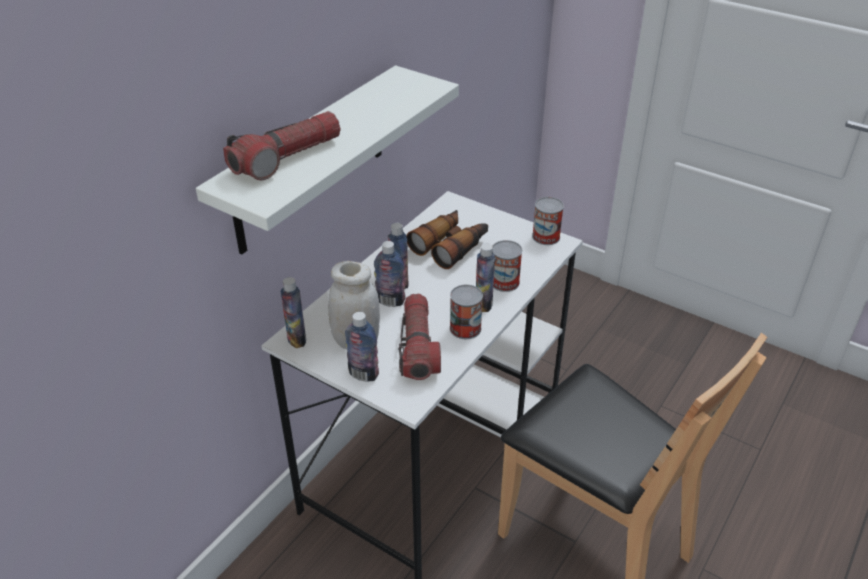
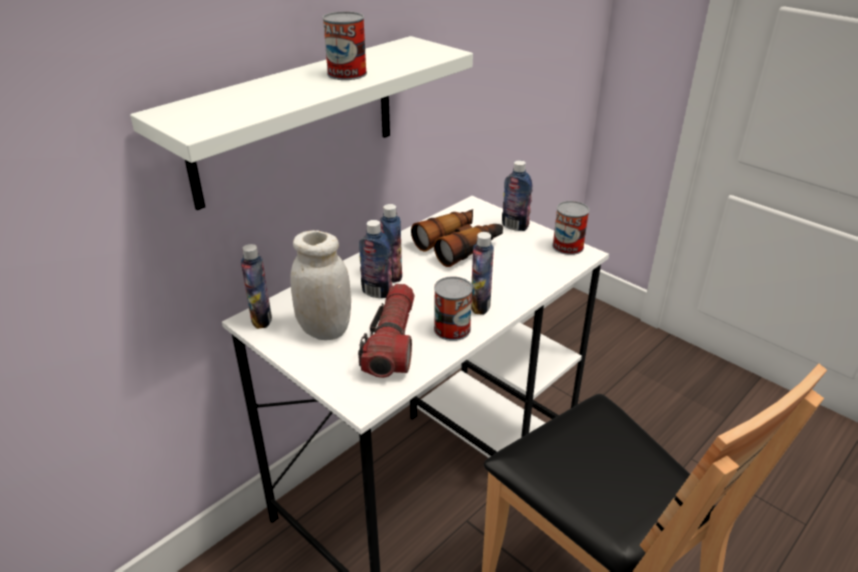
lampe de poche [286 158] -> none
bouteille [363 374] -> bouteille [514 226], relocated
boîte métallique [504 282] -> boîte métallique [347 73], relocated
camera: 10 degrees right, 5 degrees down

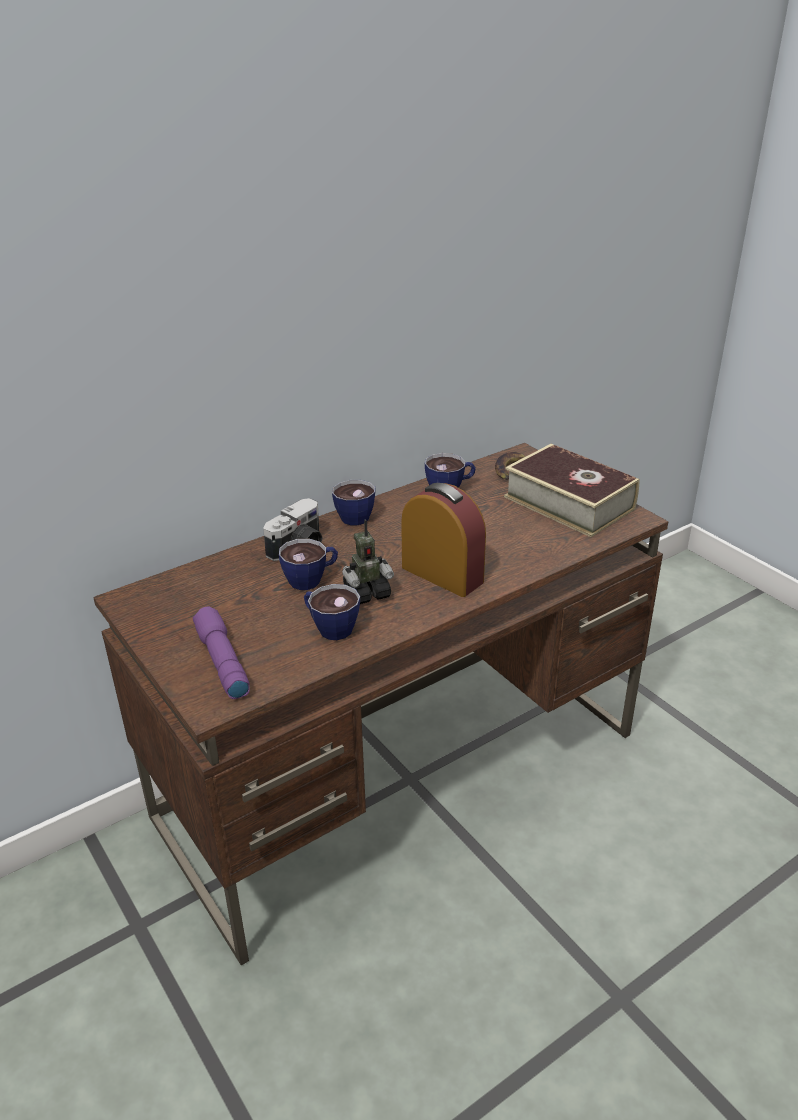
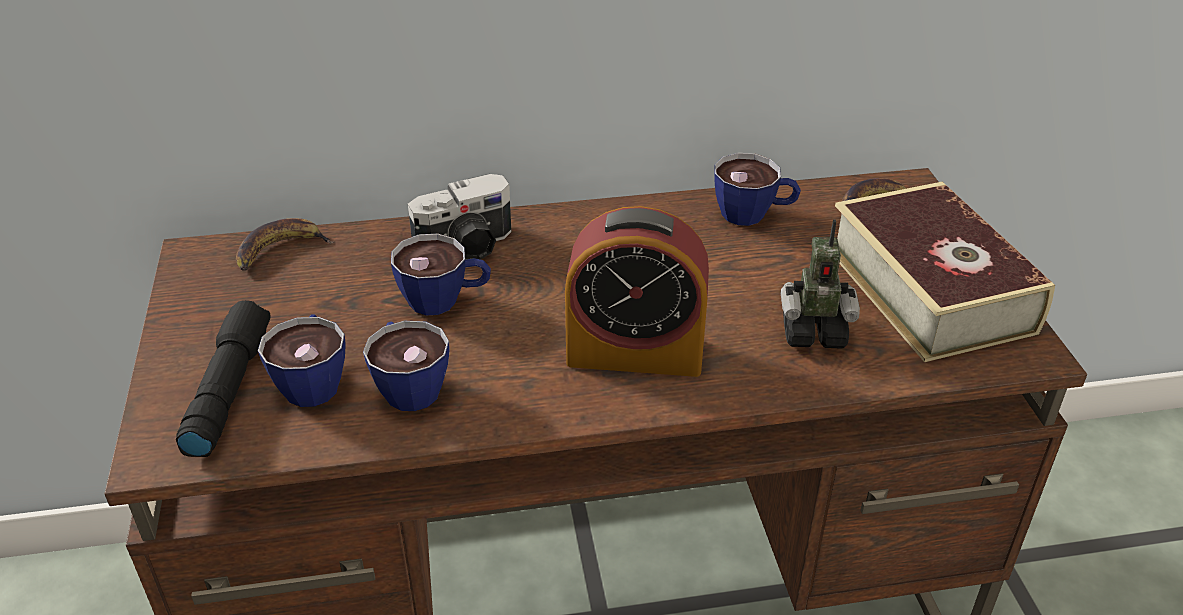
none -> banane [279 250]
tasse [352 515] -> tasse [313 380], relocated
robot jouet [367 593] -> robot jouet [813 332], relocated
lampe de poche [violet] [221 661] -> lampe de poche [noir] [227 389]
réveil [442 574] -> réveil [635 352], 120 degrees clockwise
camera: 25 degrees right, 5 degrees up

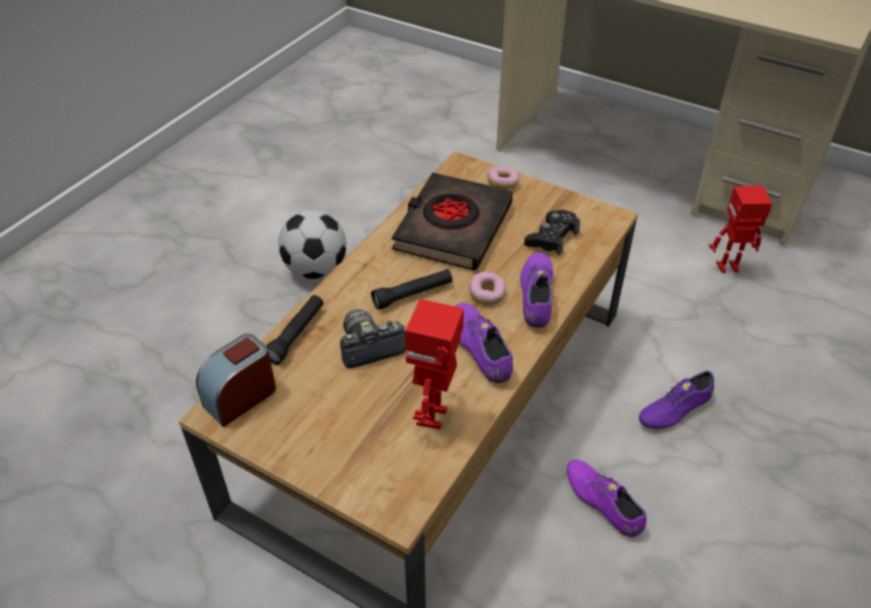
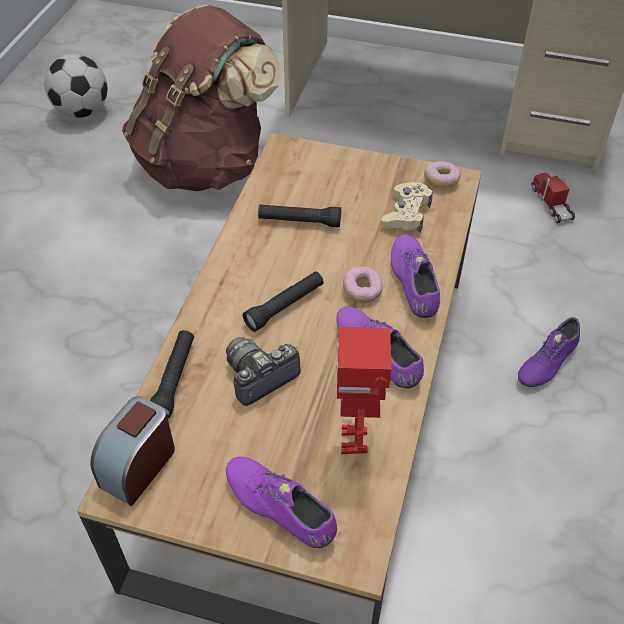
none -> sac à dos [marron] [206 164]
ballon de foot [316 270] -> ballon de foot [83 112], relocated
beignet [502 184] -> beignet [441 180], relocated
chaussure [violet] [602 503] -> chaussure [violet] [280 507], relocated
livre [noir] [452 227] -> lampe de poche [noir] [299 221]
robot jouet [728 268] -> camion jouet [551 204]
manette [noir] [552 238] -> manette [beige] [406 214]
camera: 15 degrees left, 5 degrees up

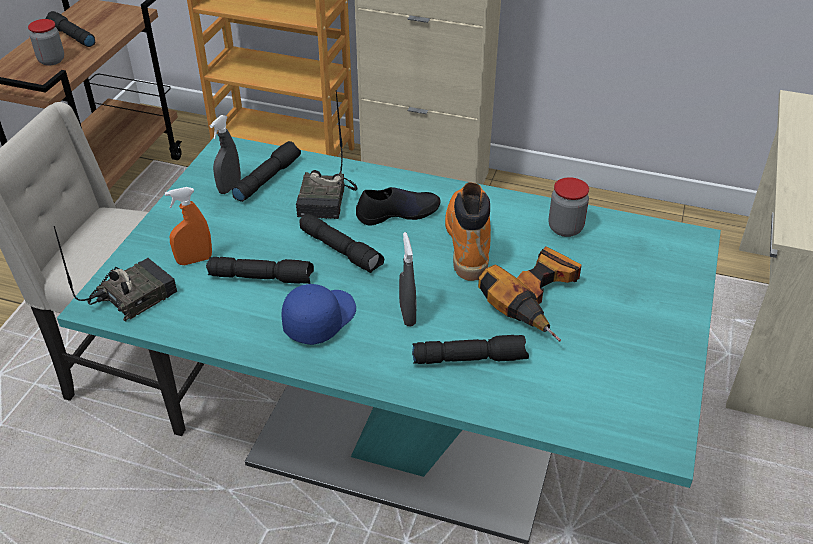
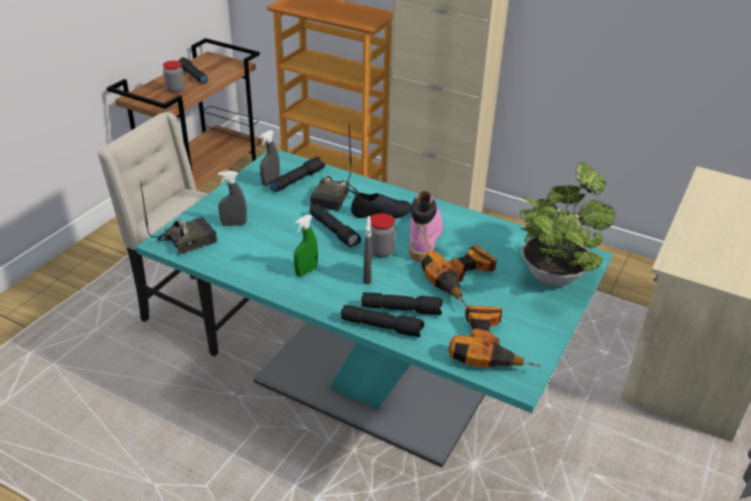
none -> perceuse [490 346]
none -> plante en pot [554 273]
lampe de poche [noir] [262 277] -> lampe de poche [noir] [382 326], relocated
bocal [565 228] -> bocal [381 251], relocated
casquette [bleu] [319 319] -> vaporisateur [vert] [306 271]
vaporisateur [orange] [194 260] -> vaporisateur [gris] [234 224]
botte [orange] [467 242] -> botte [rose] [424 237]
camera: 10 degrees right, 5 degrees down

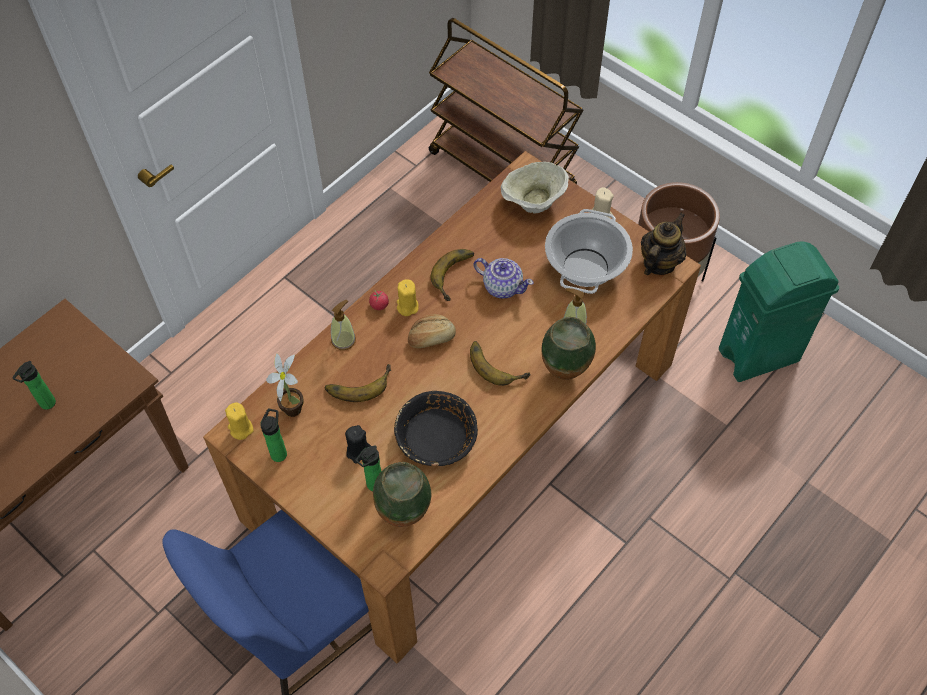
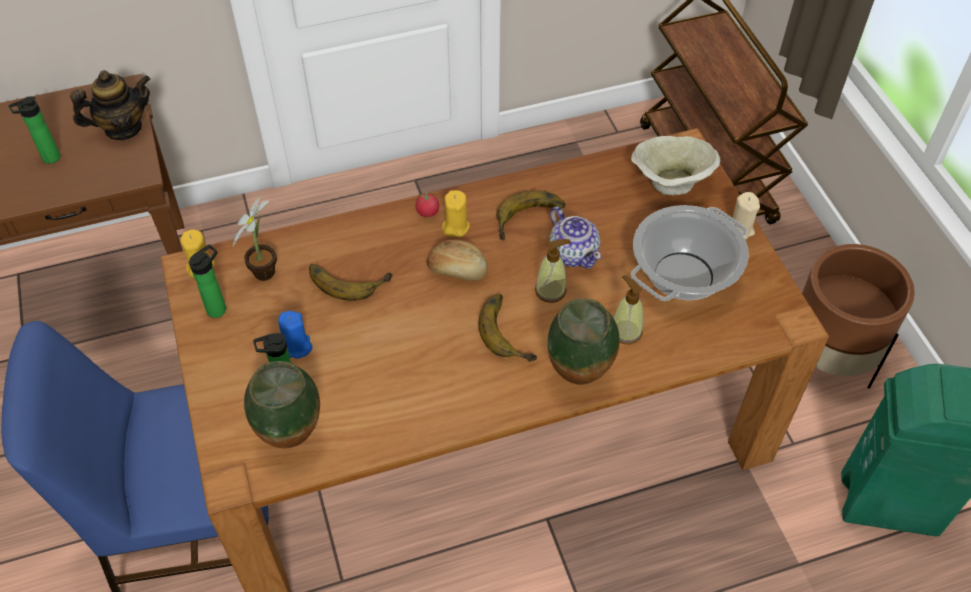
bol [noir] [435 437] -> none
distributeur de savon [343 340] -> distributeur de savon [550 290], relocated
théière [659 263] -> théière [123 128], relocated
bougie [noir] [358 451] -> bougie [bleu] [296 347]
camera: 30 degrees right, 5 degrees down

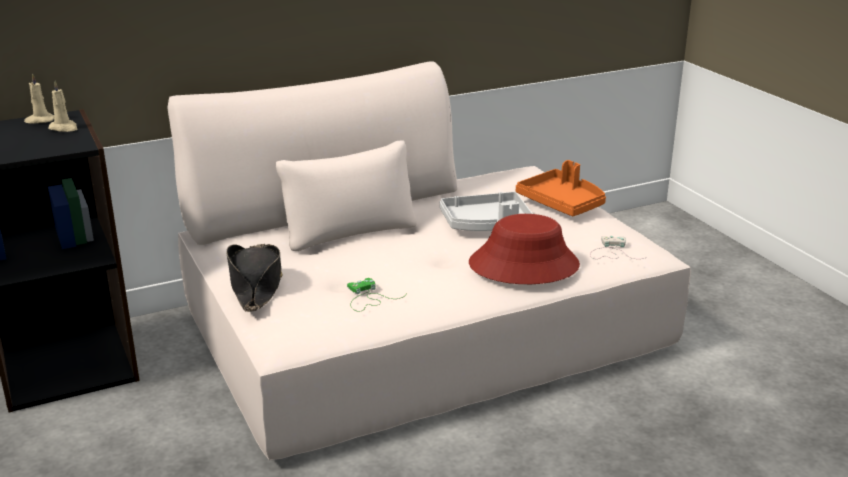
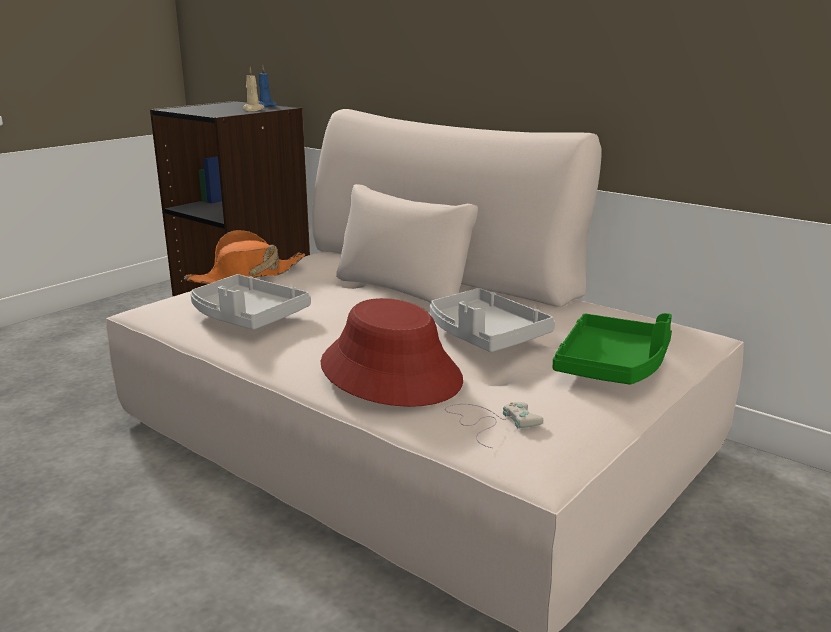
manette [vert] [368 298] -> plateau [gris] [247 317]
bougie [beige] [39 120] -> bougie [bleu] [265 106]
chapeau [noir] [256 285] -> chapeau [orange] [247 275]
plateau [orange] [562 203] -> plateau [vert] [612 366]
camera: 65 degrees right, 5 degrees down

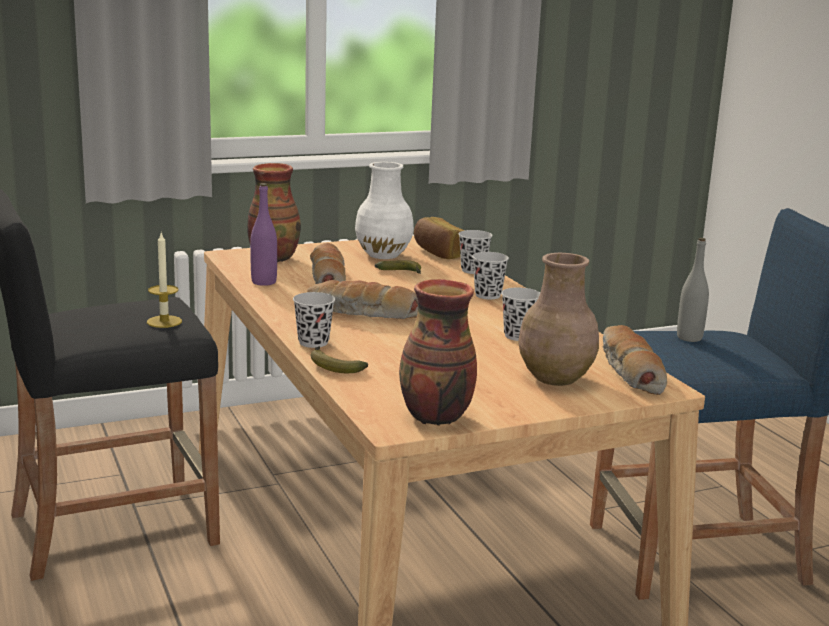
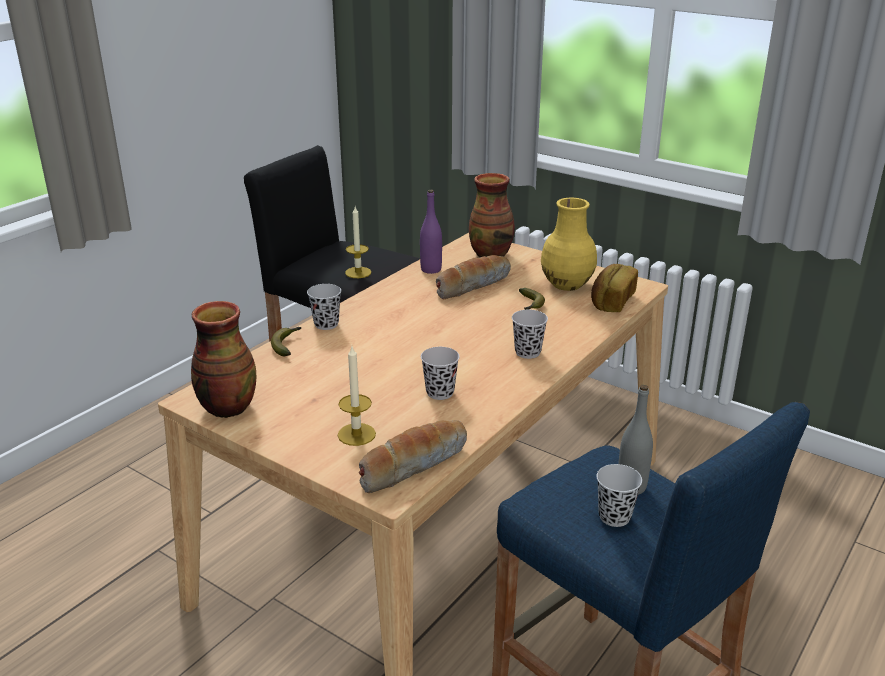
pain [363 314] -> none
tasse [noir] [473 270] -> tasse [noir] [614 517], relocated
vase [marron] [555 378] -> bougie [356 434]
vase [blanc] [384 255] -> vase [jaune] [567 285]
camera: 60 degrees right, 10 degrees up

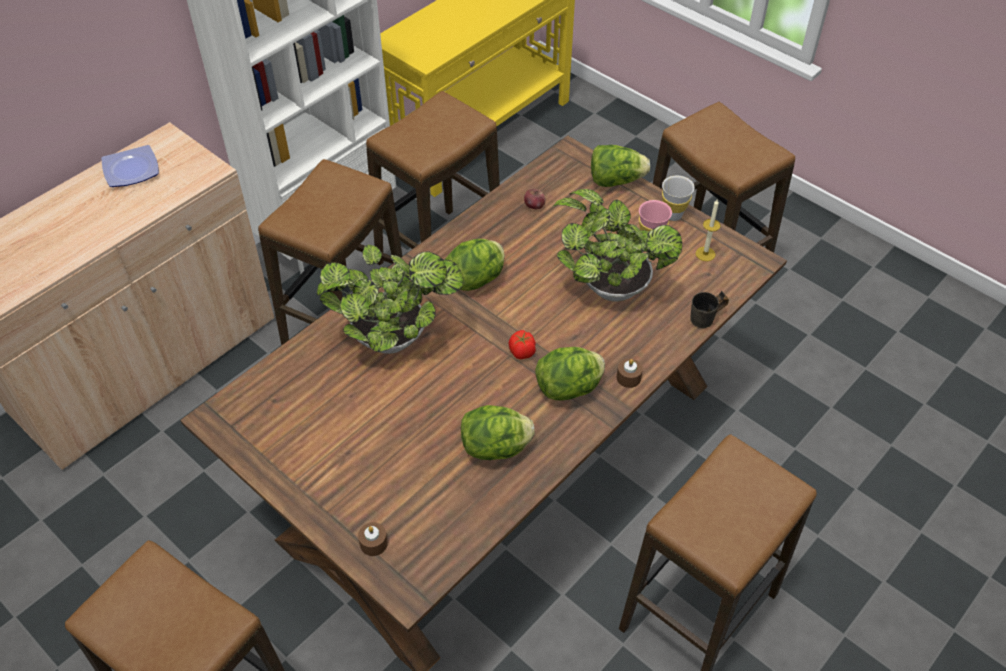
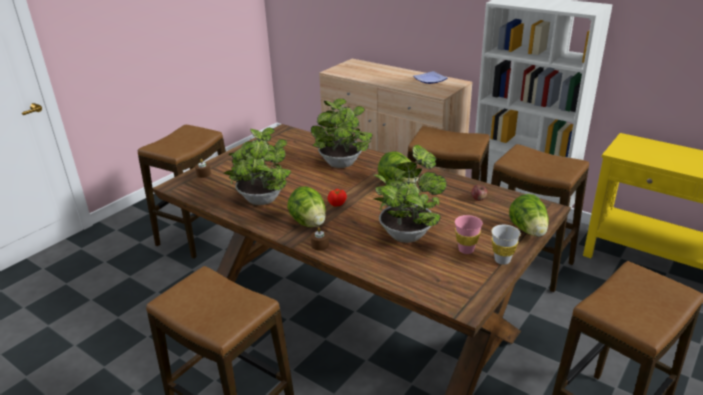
mug [gris] [707 321] -> none
bougie [705 254] -> none
laitue [496 448] -> plante en pot [261 201]
camera: 85 degrees right, 20 degrees down

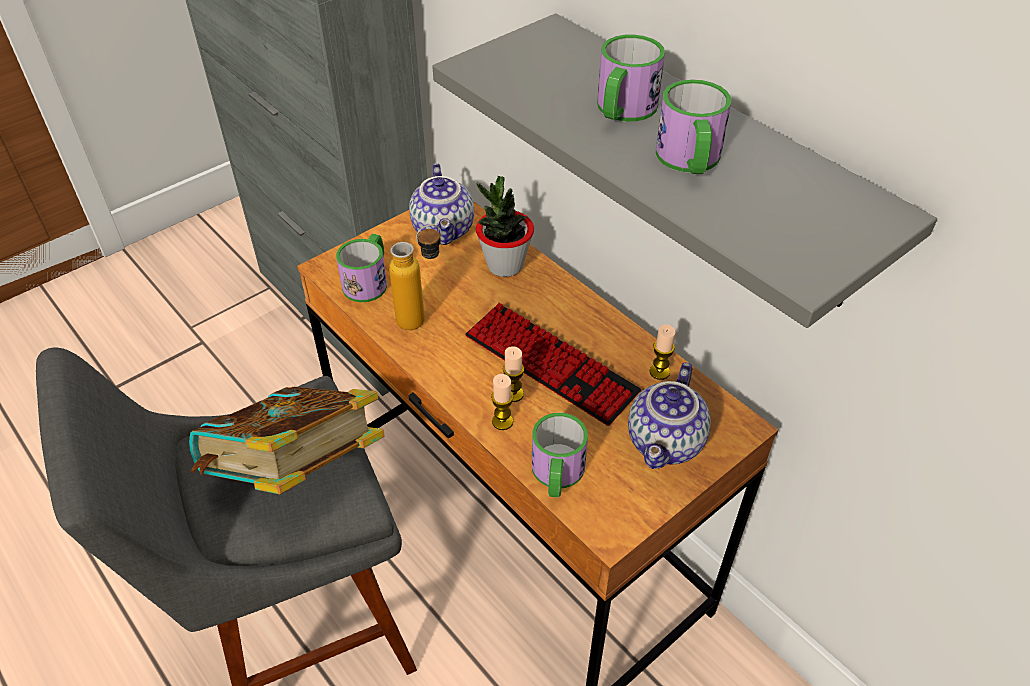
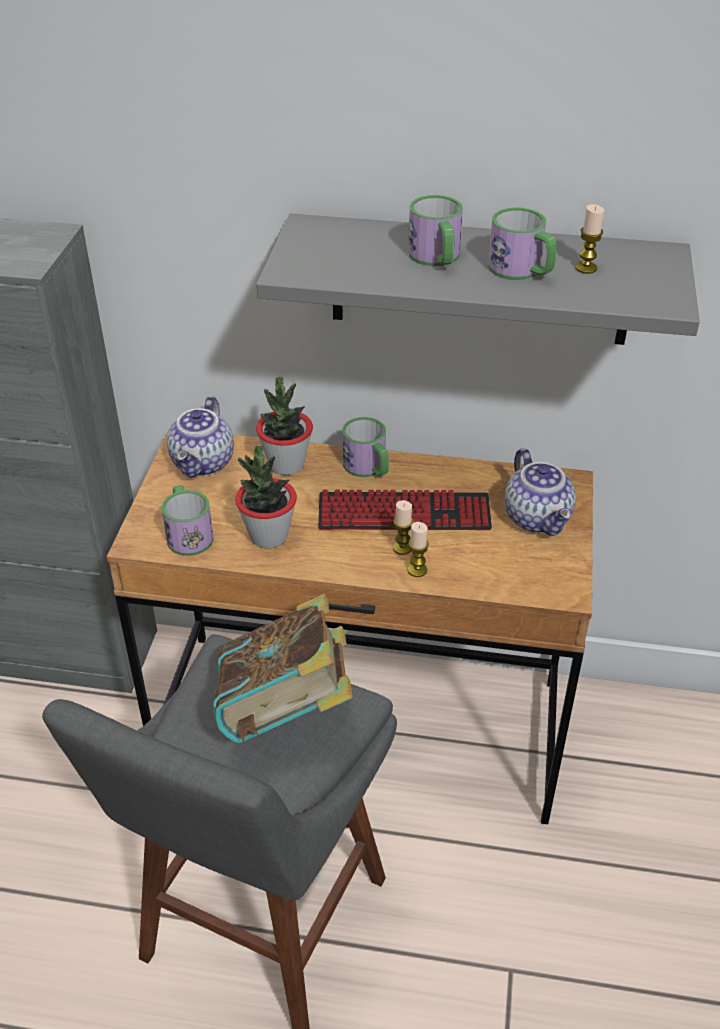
mug [557 475] -> mug [368 468], relocated
bougie [659 372] -> bougie [586 268], relocated
bouteille [422 318] -> plante en pot [268 536]
théière [445 230] -> théière [204 463], 60 degrees clockwise
camera: 40 degrees left, 5 degrees down

